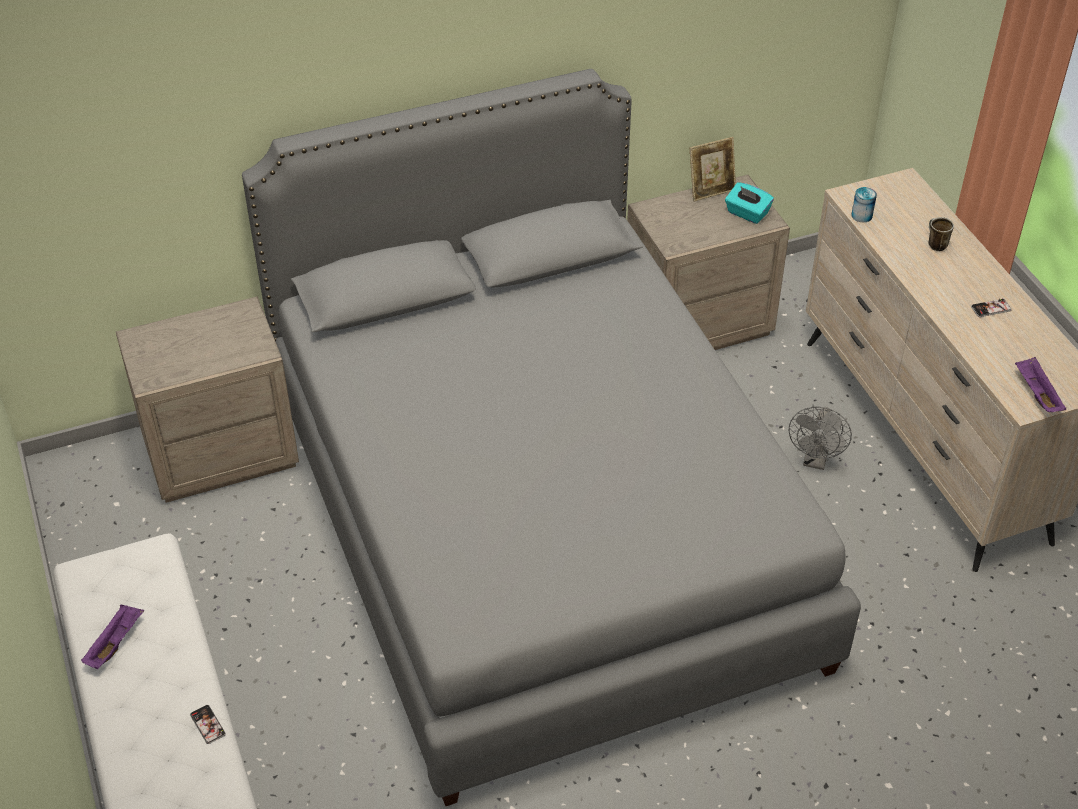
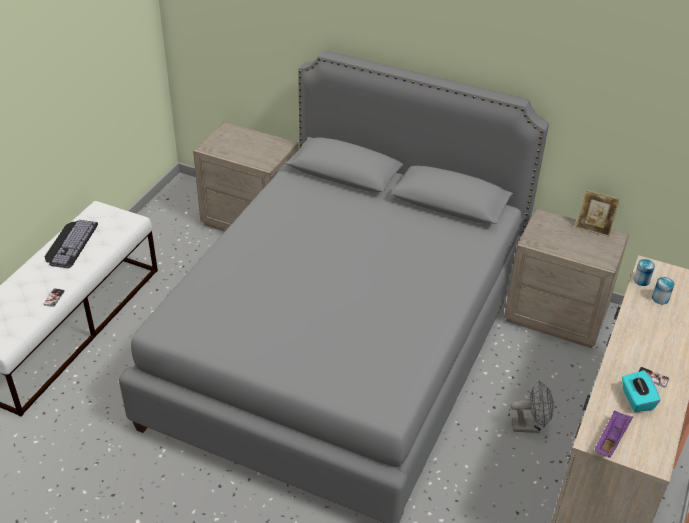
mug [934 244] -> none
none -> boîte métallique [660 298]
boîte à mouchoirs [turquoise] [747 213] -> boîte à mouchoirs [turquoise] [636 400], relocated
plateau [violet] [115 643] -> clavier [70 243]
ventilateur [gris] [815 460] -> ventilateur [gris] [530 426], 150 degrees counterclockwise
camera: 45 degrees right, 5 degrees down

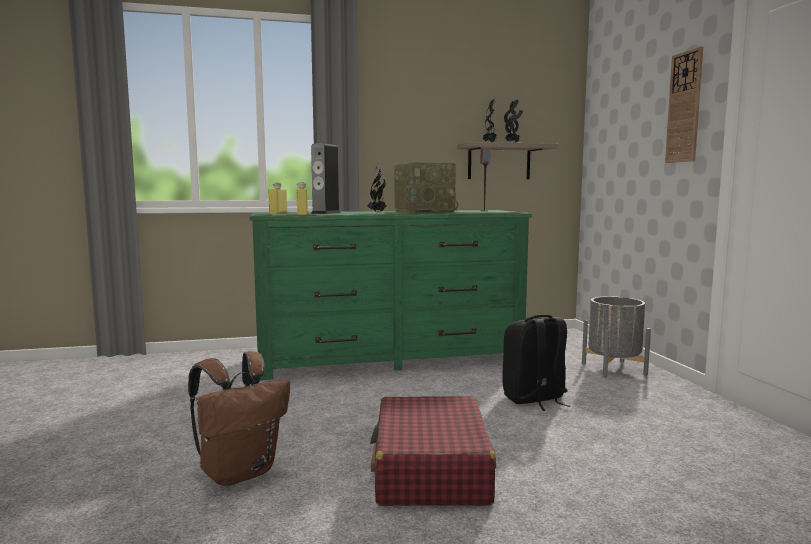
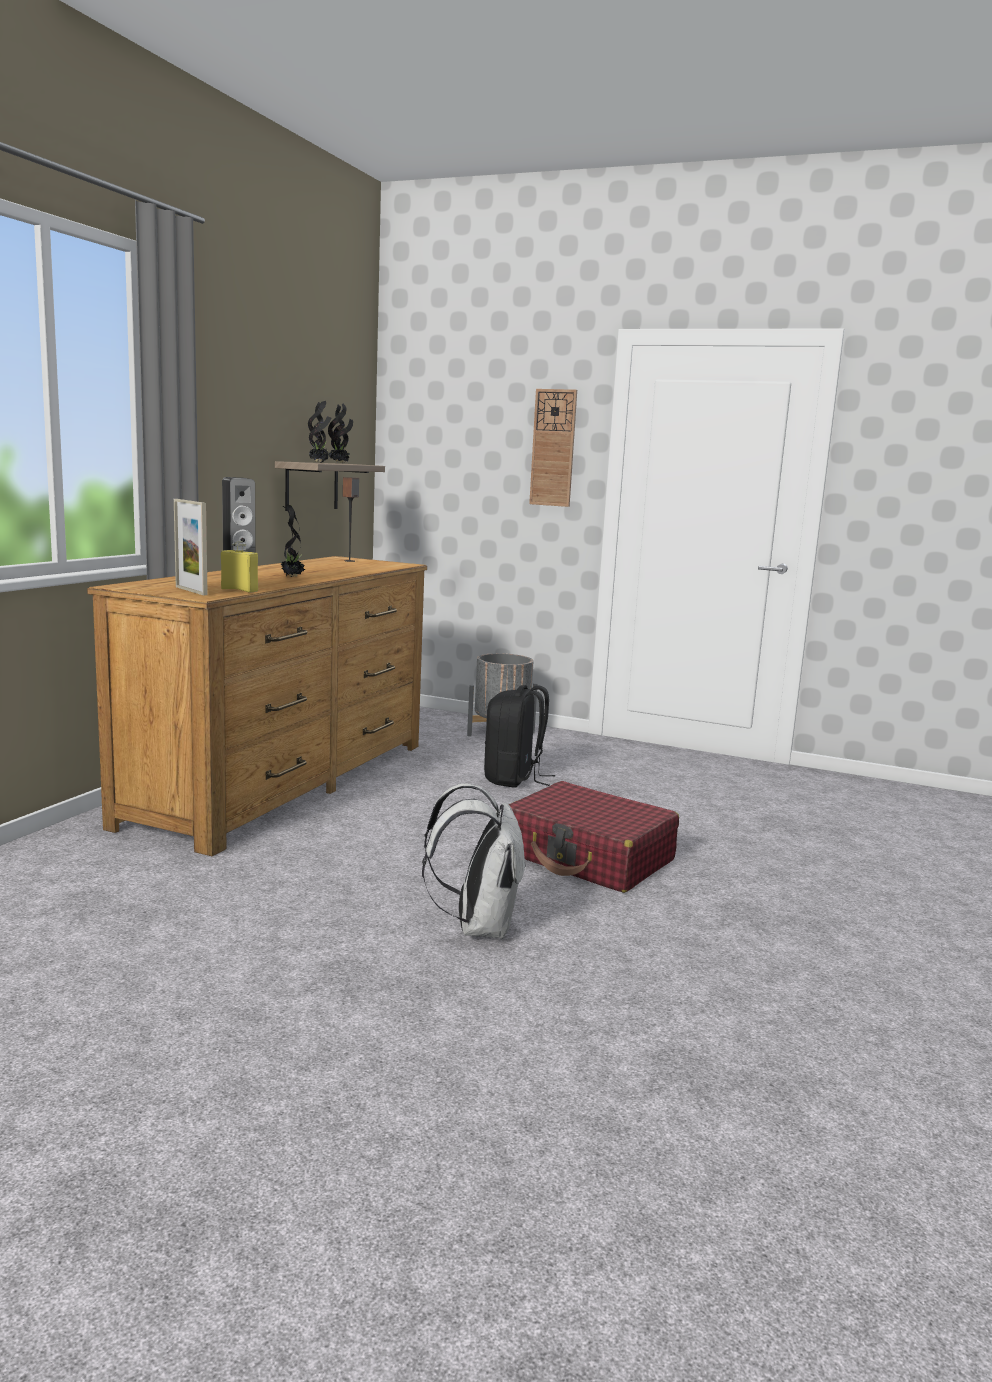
radio [425 212] -> none
bouteille [jaune] [278 213] -> cadre photo [191 591]
sac à dos [marron] [240 472] -> sac à dos [blanc] [478 926]
commode [vert] [390 358] -> commode [marron] [284 782]
camera: 55 degrees left, 5 degrees up

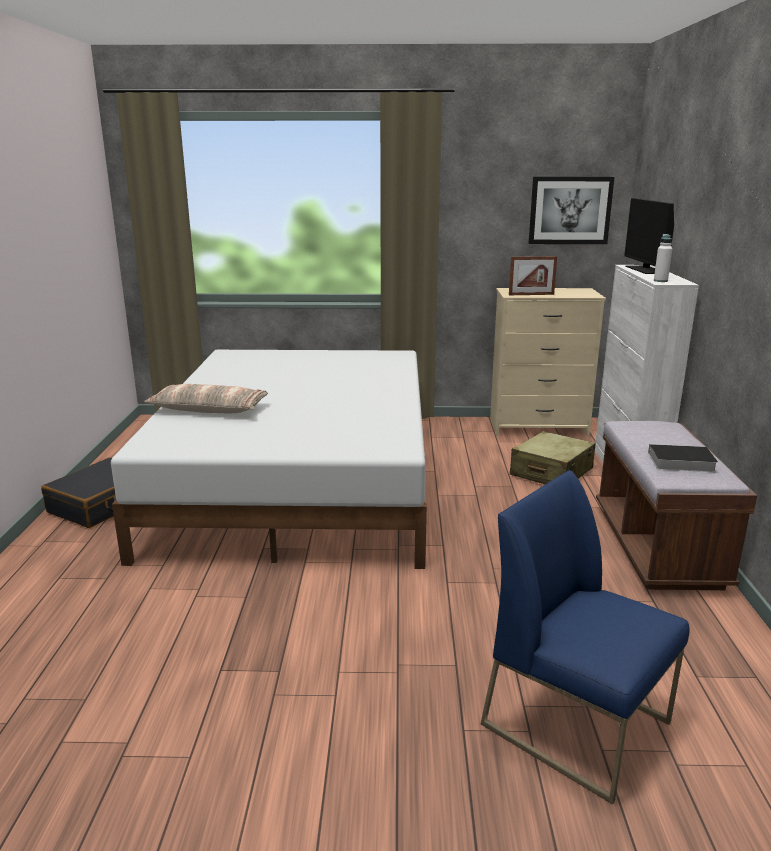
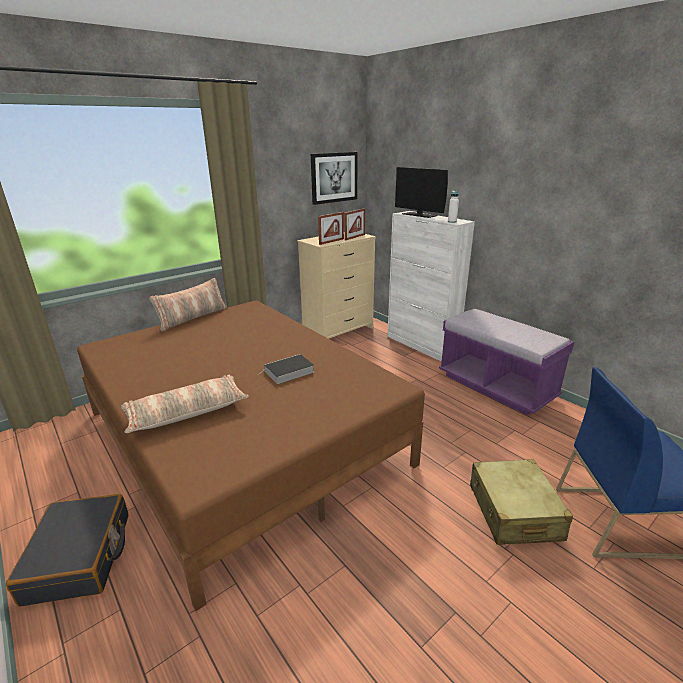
none -> coussin [192 317]
none -> cadre photo [354 237]
valise [beige] [551 472] -> valise [beige] [513 512], relocated
livre [679 462] -> livre [288 372], relocated
lit [blanc] [300 480] -> lit [marron] [242 436]
banc [marron] [657 547] -> banc [violet] [496 386]
camera: 40 degrees left, 5 degrees up

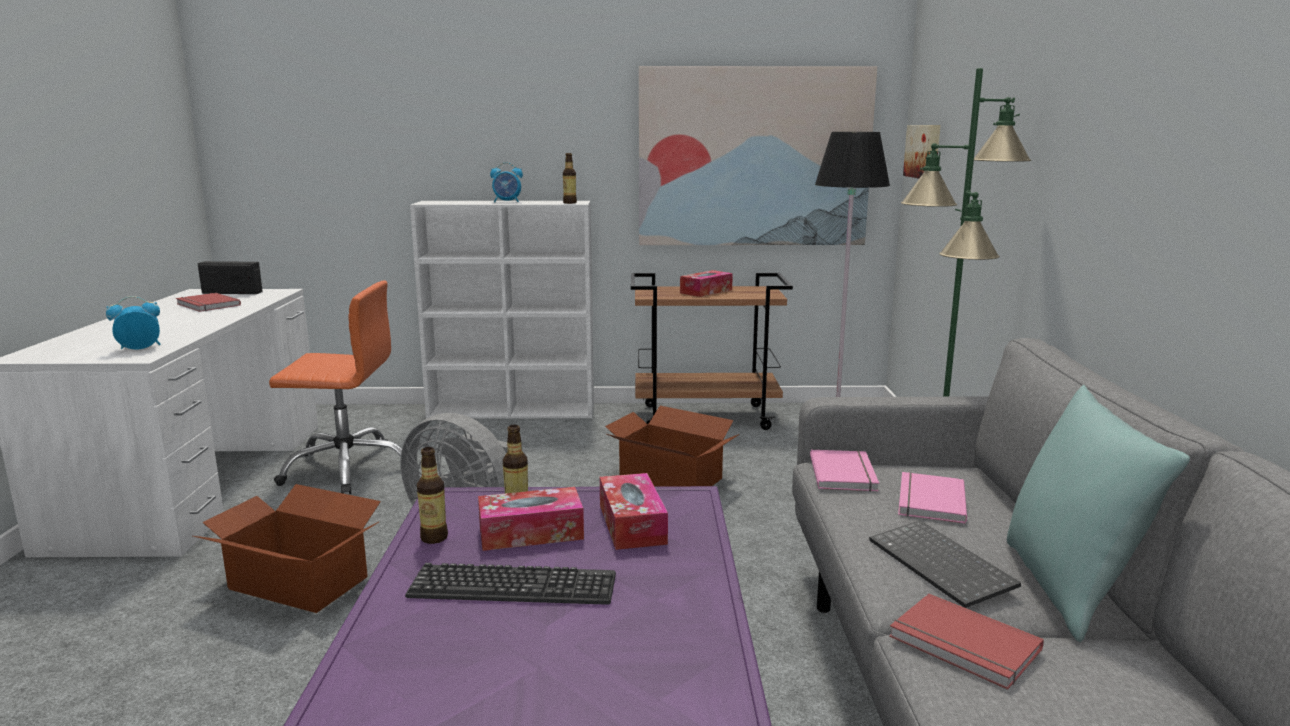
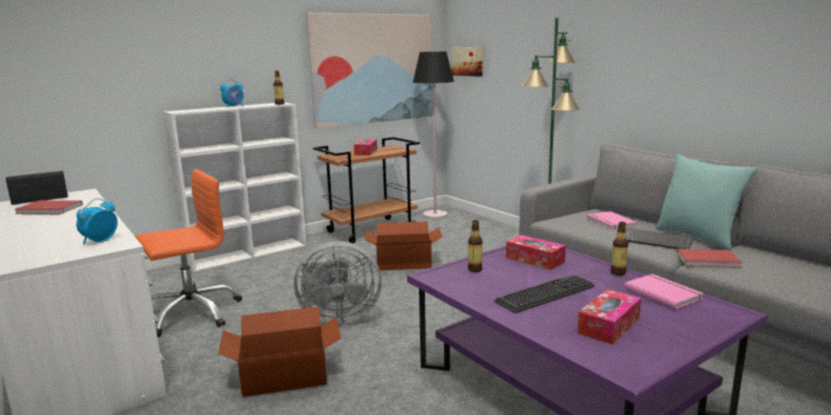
bouteille [434 538] -> bouteille [618 273], relocated
boîte à mouchoirs [531 533] -> boîte à mouchoirs [609 325], relocated
livre [rose] [845 473] -> livre [rose] [663 293], relocated
camera: 35 degrees left, 0 degrees up

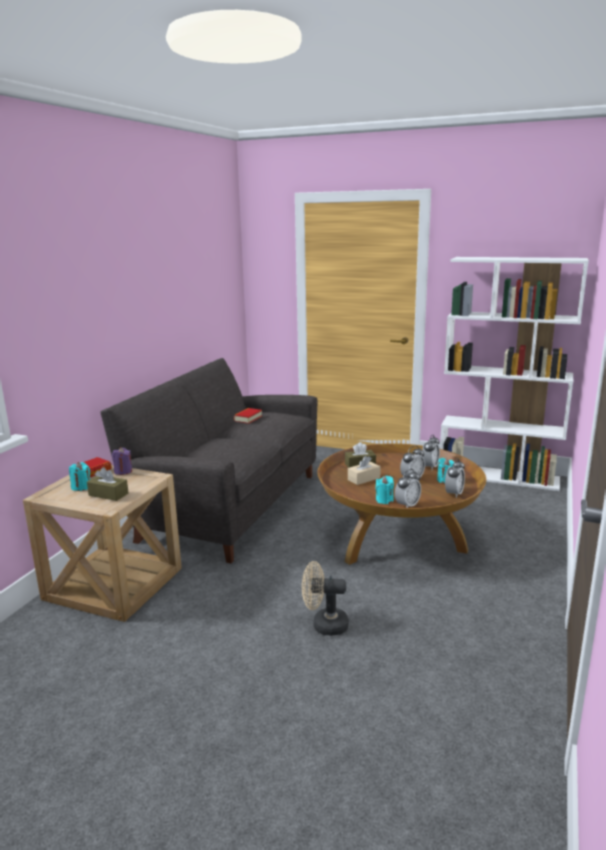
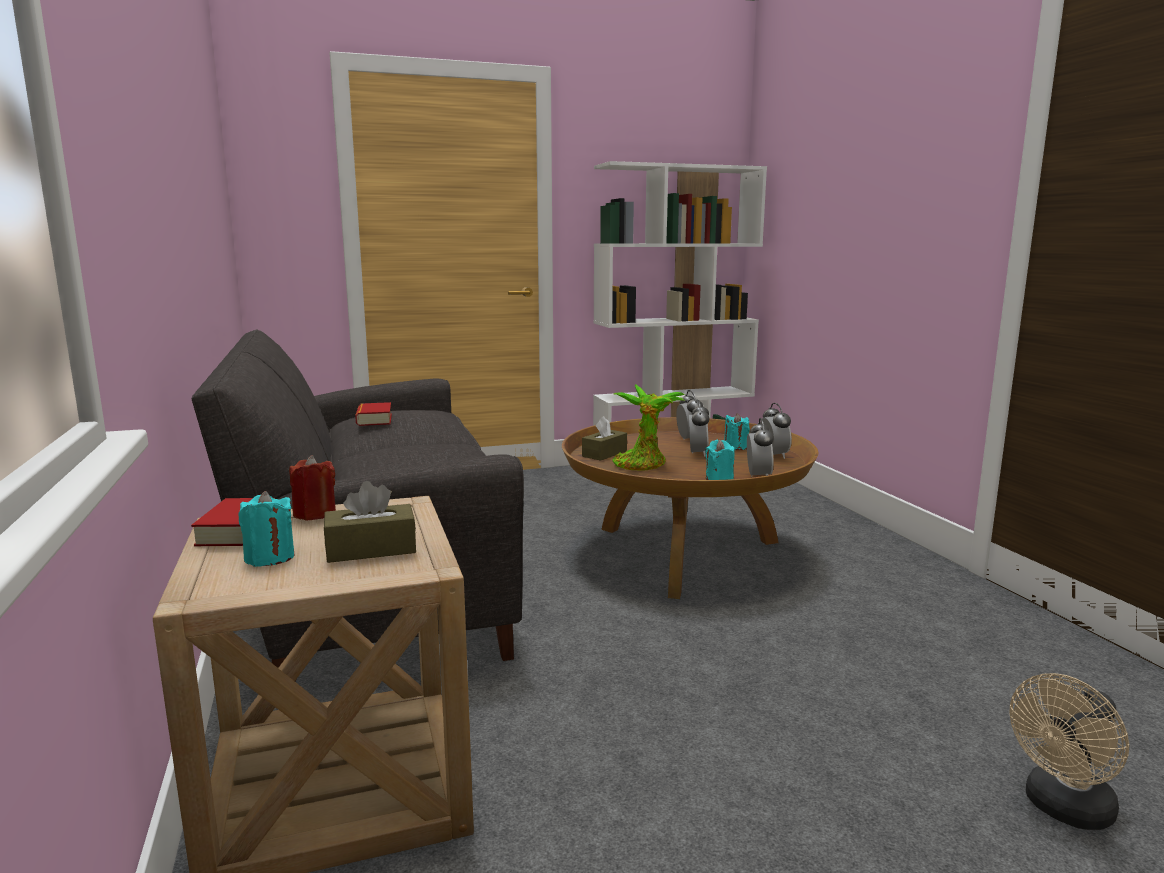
ventilateur [beige] [324 625] -> ventilateur [beige] [1063 809], relocated
boîte à mouchoirs [beige] [364 479] -> plante en pot [643 465]
bougie [violet] [123 471] -> bougie [rouge] [314 514]
camera: 40 degrees left, 5 degrees down

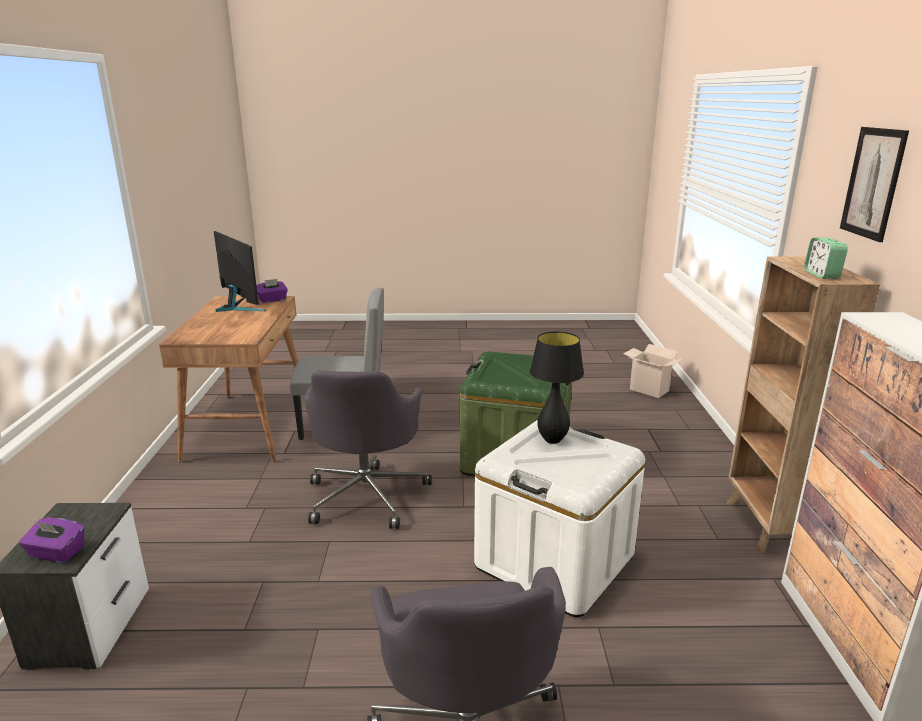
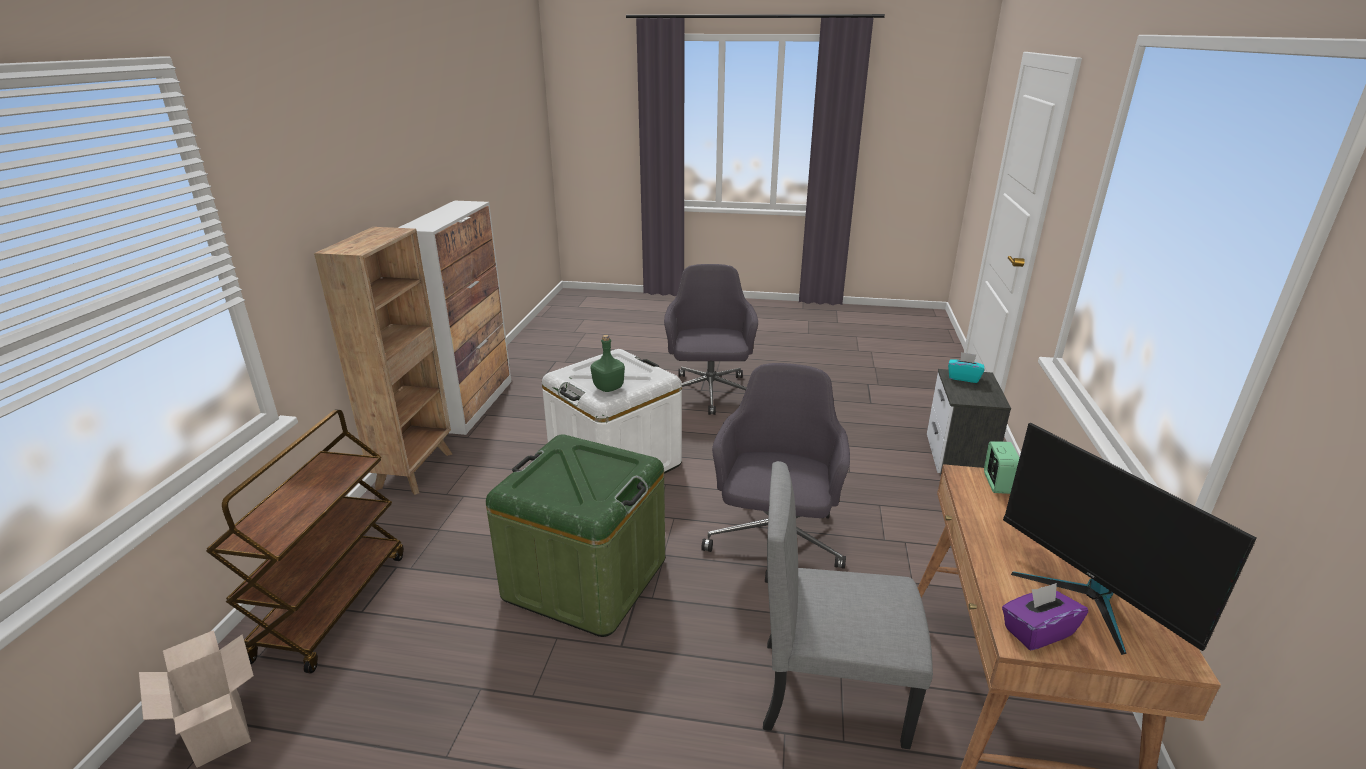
tableau [873 183] -> none
none -> chariot [marron] [332 603]
réveil [821 275] -> réveil [997 484], relocated
lampe de table [noir] [552 440] -> bouteille [vert] [608 387]
boîte à mouchoirs [violet] [56 553] -> boîte à mouchoirs [turquoise] [963 378]
camera: 170 degrees left, 5 degrees up

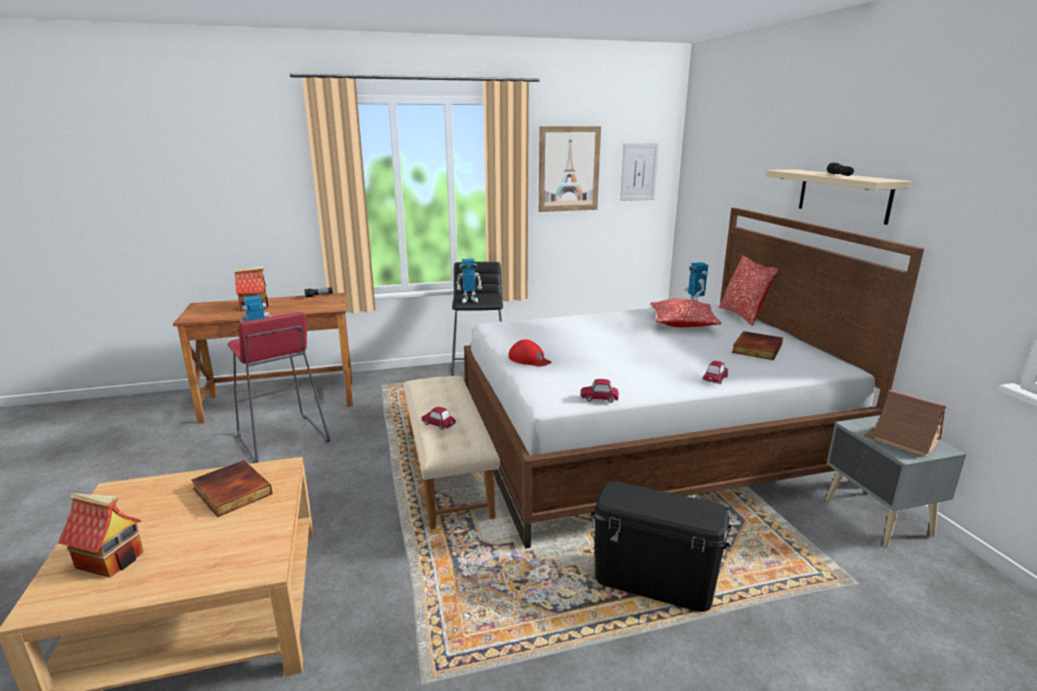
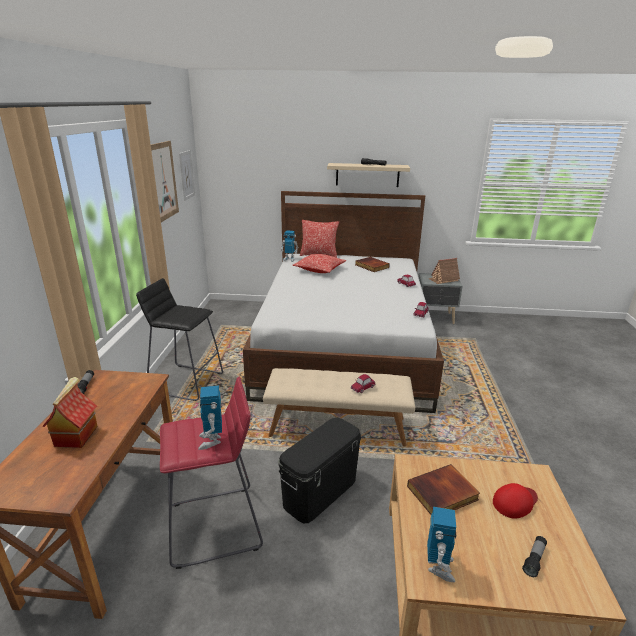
robot jouet [469 300] -> robot jouet [439 567], relocated
casquette [rouge] [529 359] -> casquette [rouge] [515 502], relocated
boîte de rangement [noir] [653 582] -> boîte de rangement [noir] [320 492], relocated
maison miniature [111 559] -> lampe de poche [534 560]
camera: 70 degrees left, 5 degrees up

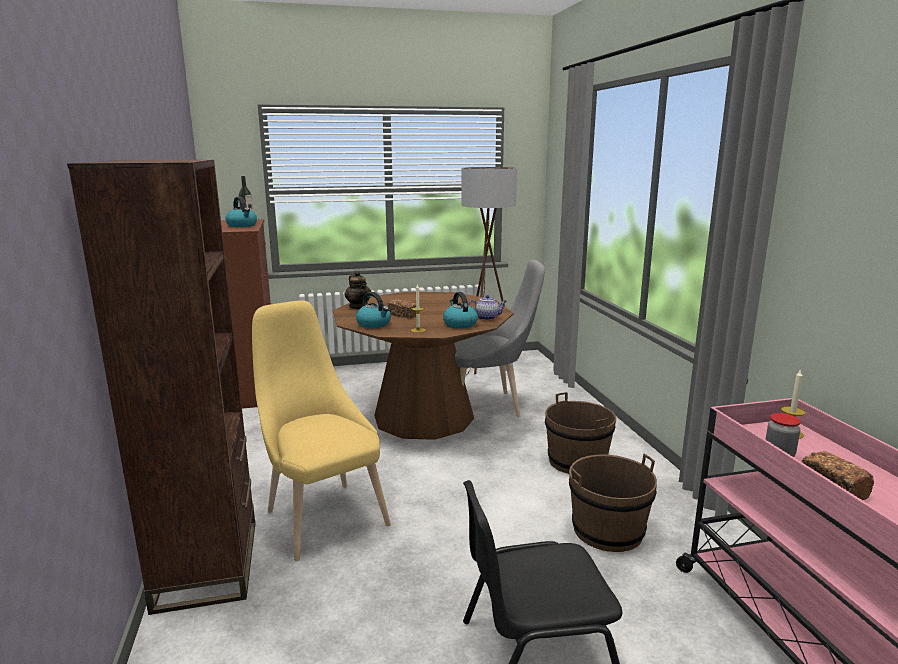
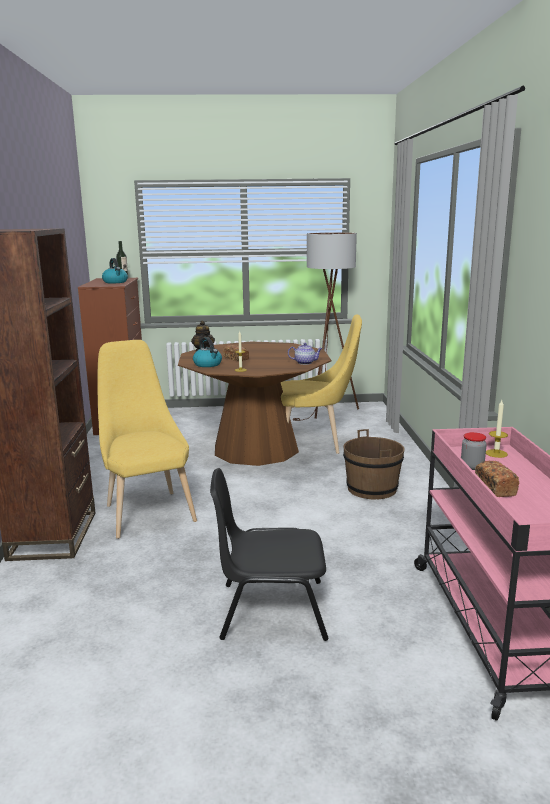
bouilloire [459 324] -> none
seau [marron] [608 531] -> none
chaise [gris] [487 406] -> chaise [jaune] [314 444]
camera: 10 degrees right, 0 degrees up

